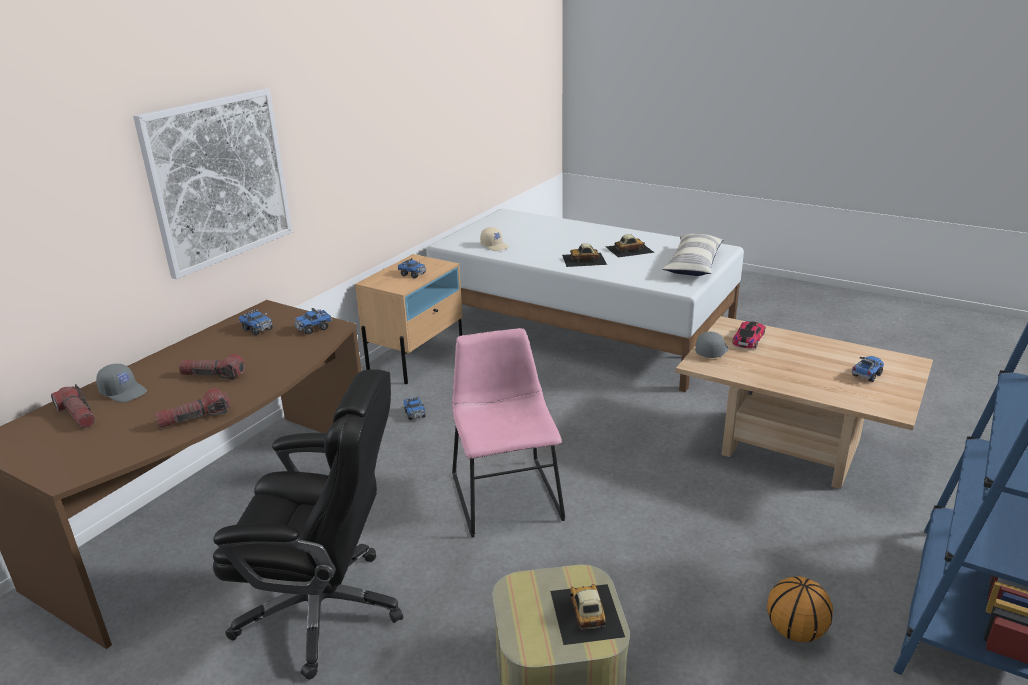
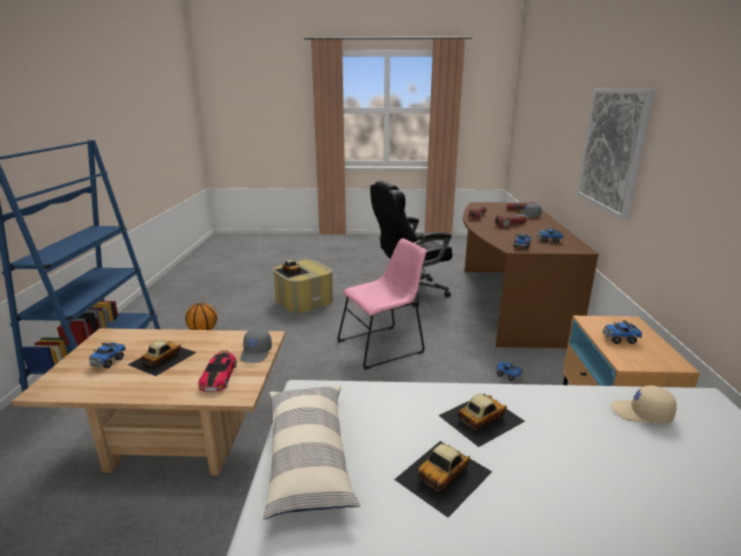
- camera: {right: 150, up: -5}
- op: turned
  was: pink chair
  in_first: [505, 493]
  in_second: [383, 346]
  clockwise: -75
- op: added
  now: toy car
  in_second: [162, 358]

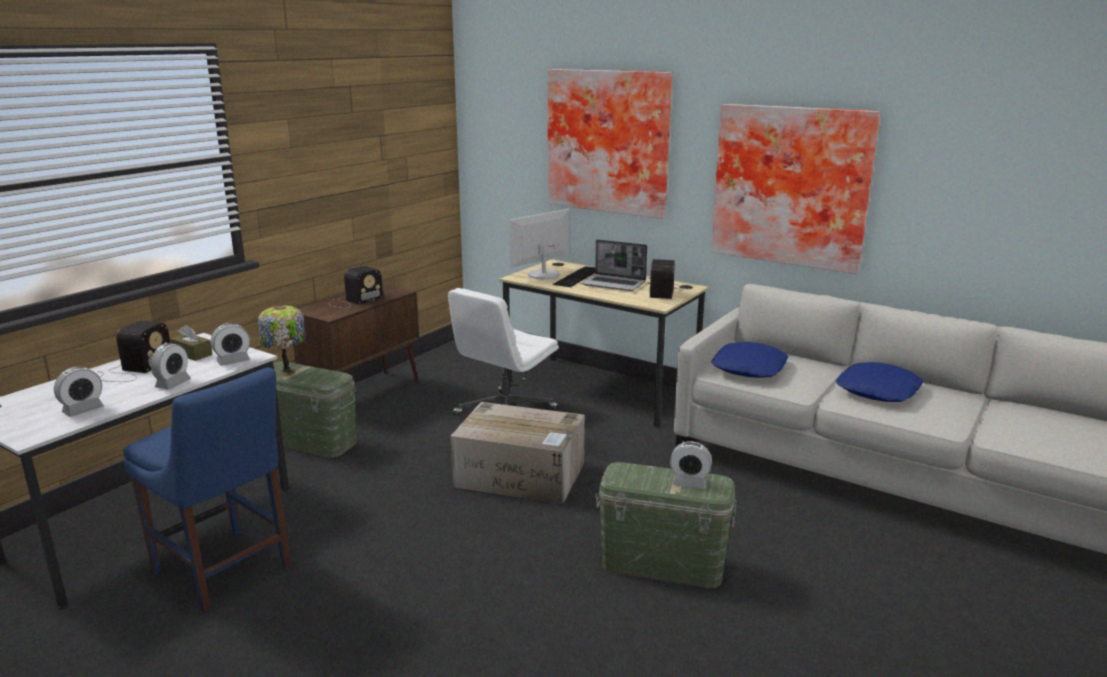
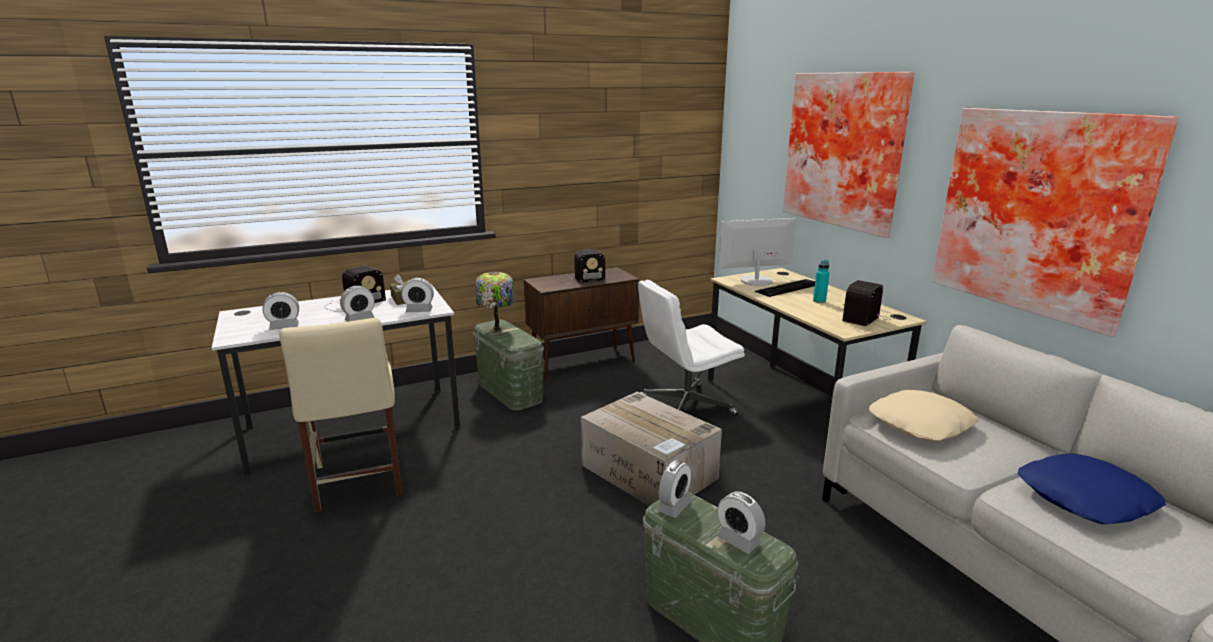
- camera: {right: 30, up: 0}
- op: recoloured
  was: blue chair
  now: beige chair
  in_first: [225, 572]
  in_second: [357, 483]
- op: replaced
  was: laptop
  now: turquoise bottle
  in_first: [614, 284]
  in_second: [819, 301]
- op: recoloured
  was: blue pillow
  now: beige pillow
  in_first: [750, 368]
  in_second: [921, 424]
- op: added
  now: alarm clock
  in_second: [674, 506]

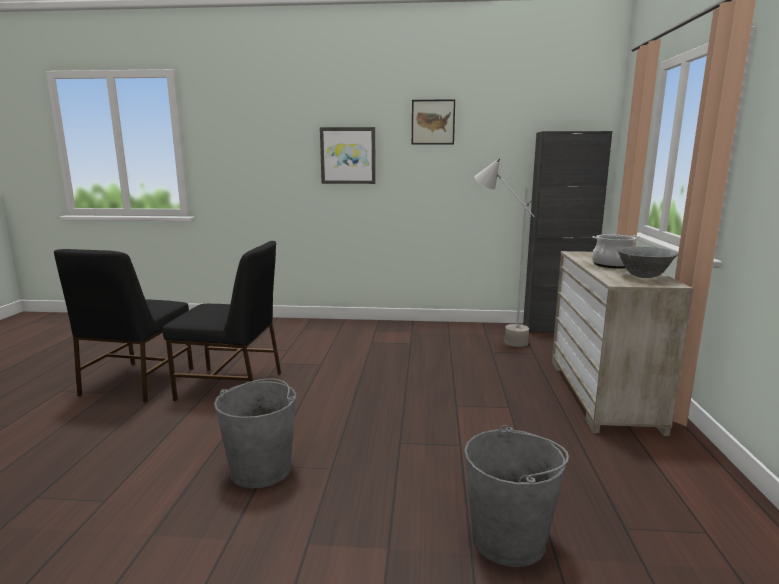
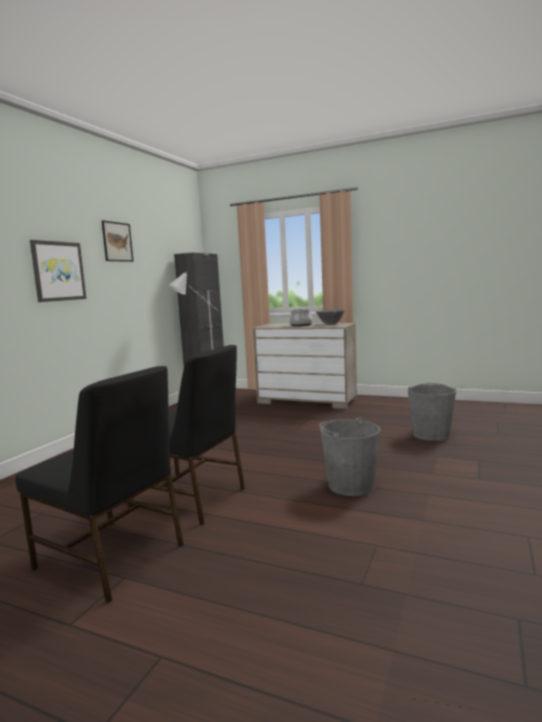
- camera: {right: -70, up: -5}
- op: turned
  was: black chair
  in_first: [232, 386]
  in_second: [189, 499]
  clockwise: 90

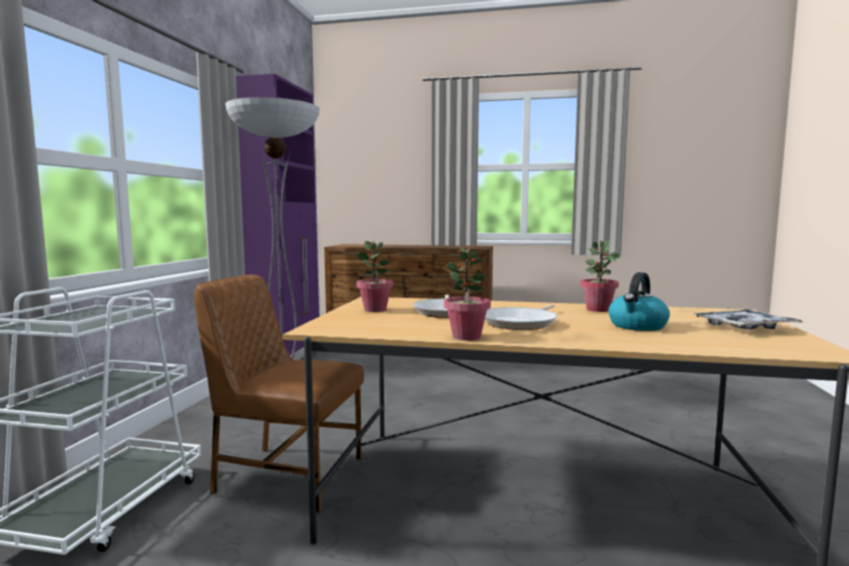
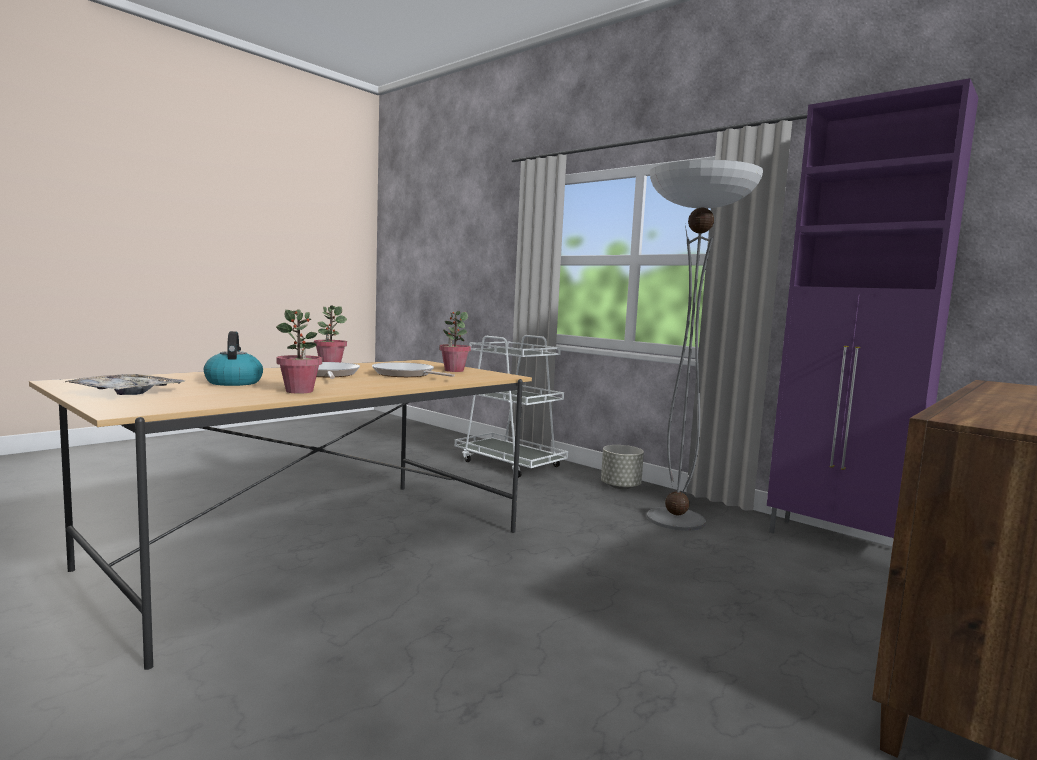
- camera: {right: 120, up: 0}
- op: removed
  was: brown chair
  in_first: [287, 475]
- op: added
  now: grey planter
  in_second: [620, 486]

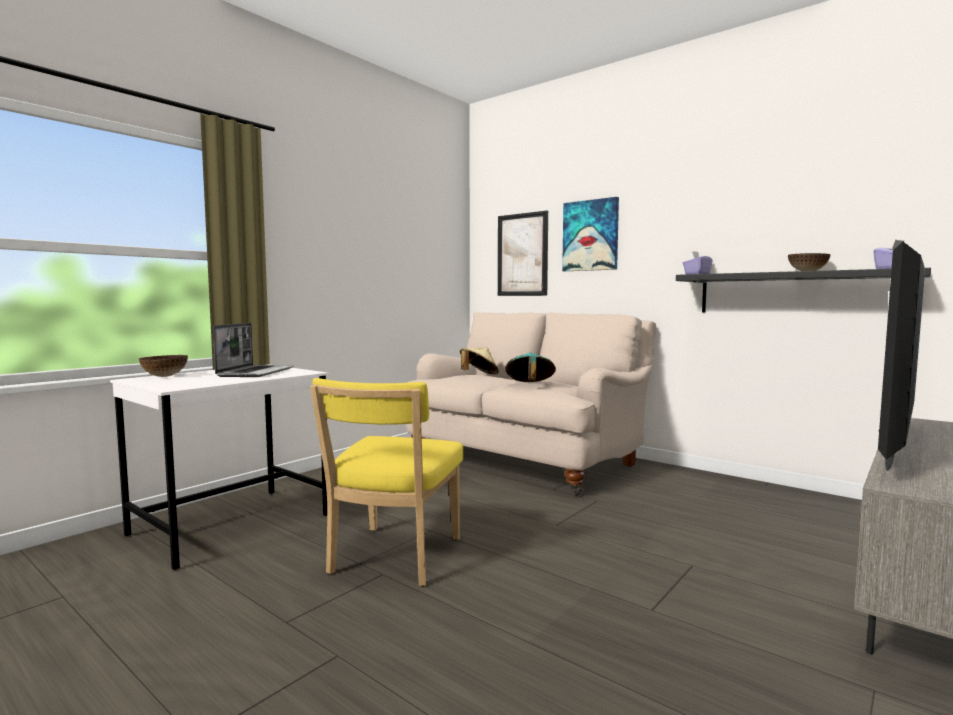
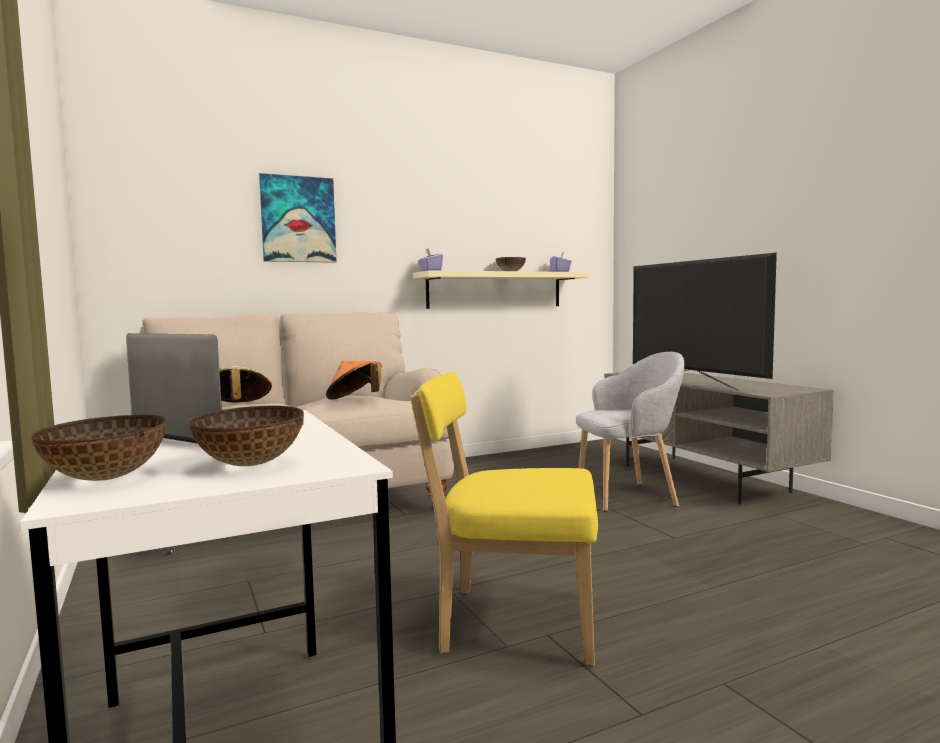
- camera: {right: -65, up: 0}
- op: turned
  was: yellow chair
  in_first: [392, 558]
  in_second: [510, 623]
  clockwise: 150
- op: removed
  was: picture
  in_first: [522, 255]
- op: recoloured
  was: turquoise hat
  now: orange hat
  in_first: [530, 384]
  in_second: [355, 400]
- op: recoloured
  was: black shelf
  now: beige shelf
  in_first: [795, 293]
  in_second: [495, 290]
- op: added
  now: bowl
  in_second: [248, 464]
- op: added
  now: grey armchair
  in_second: [629, 497]

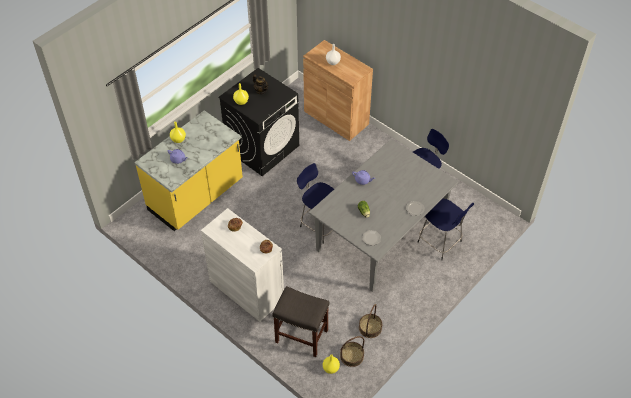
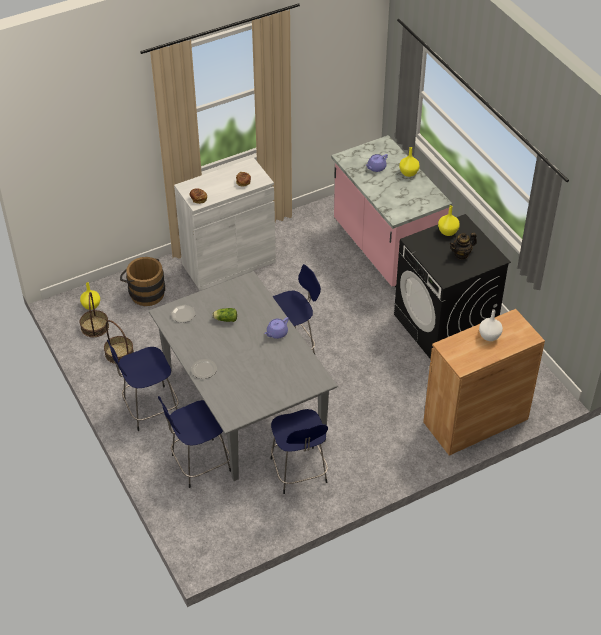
- camera: {right: 110, up: -5}
- op: recoloured
  was: yellow counter
  now: pink counter
  in_first: [196, 196]
  in_second: [385, 249]
- op: replaced
  was: grey stool
  now: brown bucket
  in_first: [301, 336]
  in_second: [144, 292]
- op: added
  now: blue stool
  in_second: [149, 409]

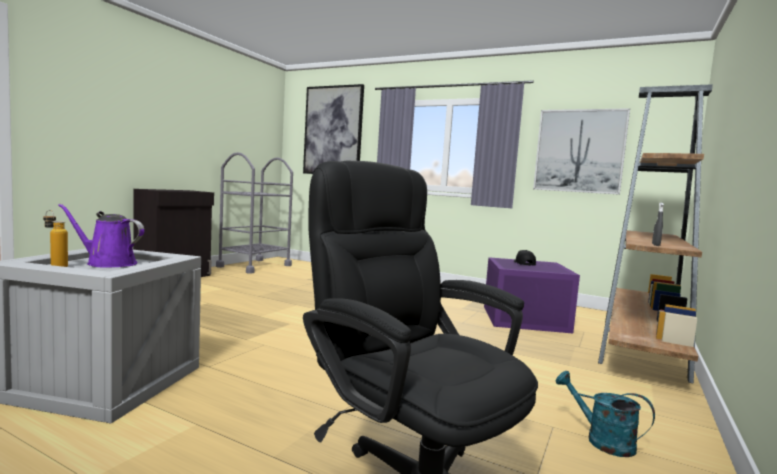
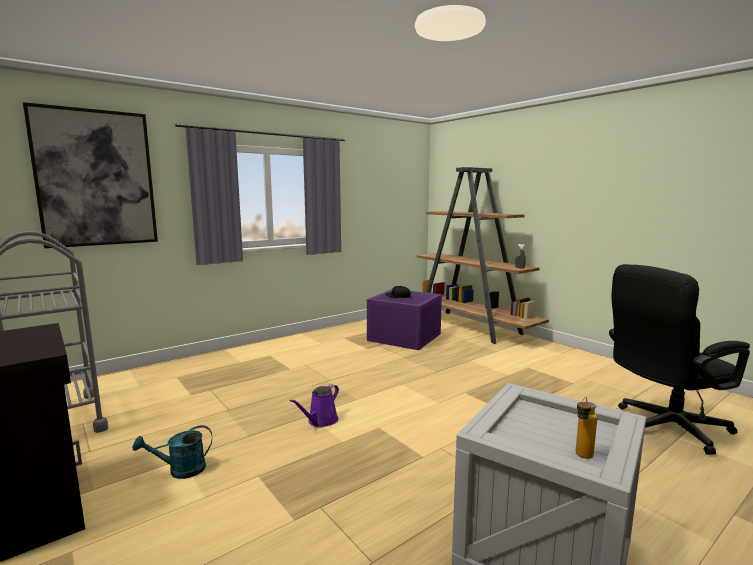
- camera: {right: -65, up: 5}
- op: moved
  was: purple watering can
  in_first: [107, 263]
  in_second: [320, 421]
- op: removed
  was: picture
  in_first: [579, 151]
- op: moved
  was: turquoise watering can
  in_first: [601, 440]
  in_second: [180, 470]

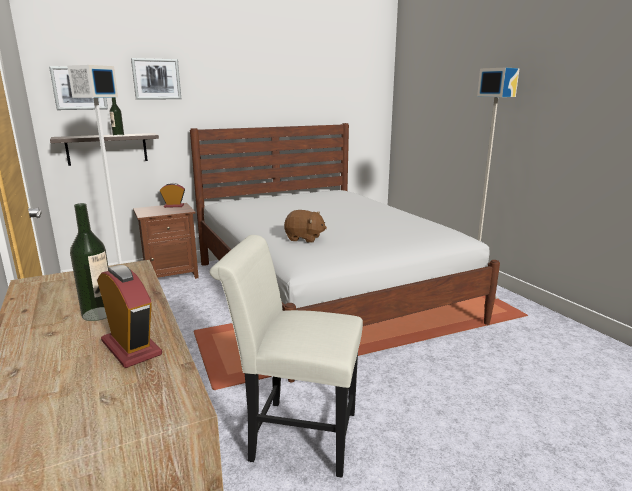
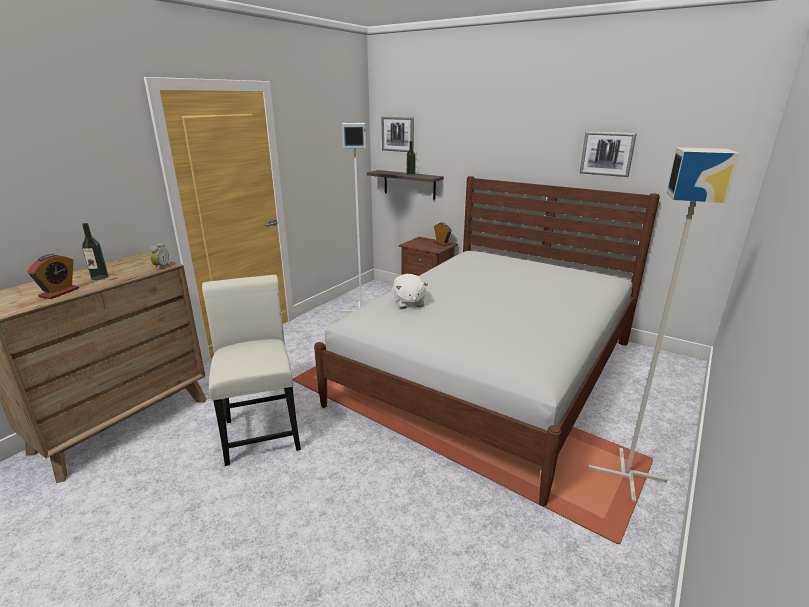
- camera: {right: 60, up: 5}
- op: moved
  was: picture
  in_first: [156, 79]
  in_second: [607, 153]
- op: recoloured
  was: brown plush toy
  now: white plush toy
  in_first: [304, 238]
  in_second: [408, 303]
- op: added
  now: alarm clock
  in_second: [161, 267]

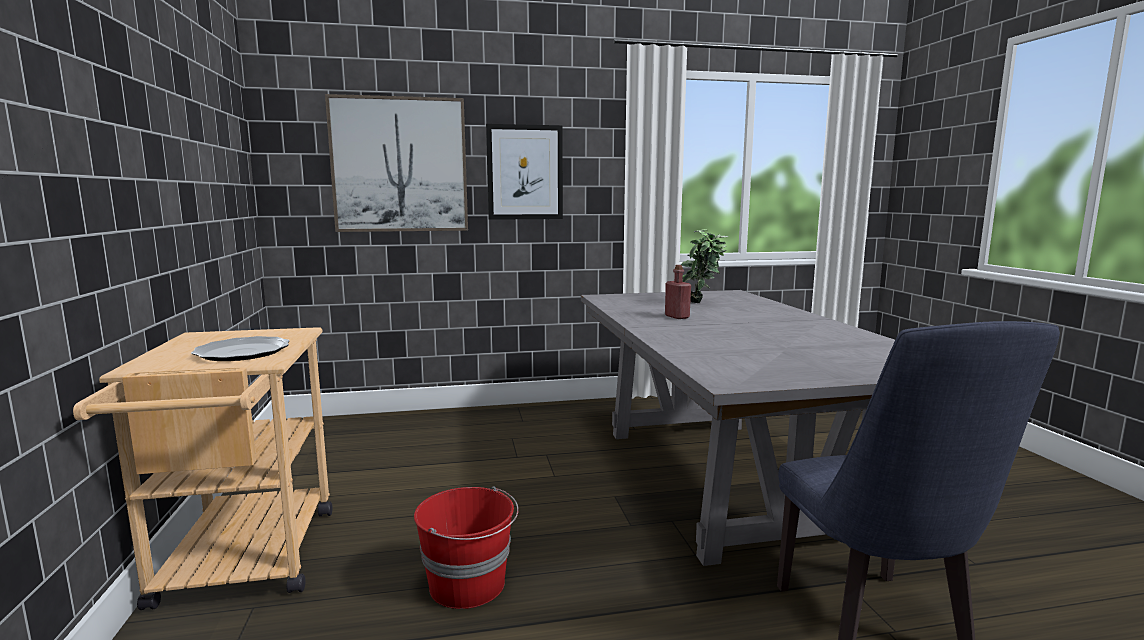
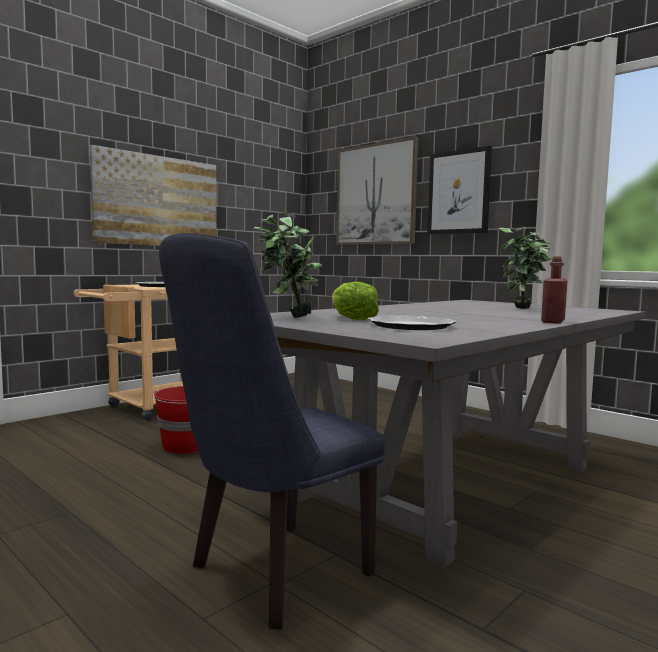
- camera: {right: 55, up: -5}
- op: moved
  was: red bottle
  in_first: [677, 317]
  in_second: [553, 322]
- op: added
  now: picture
  in_second: [158, 201]
- op: added
  now: potted plant
  in_second: [287, 317]
- op: added
  now: lettuce
  in_second: [352, 319]
- op: added
  now: plate
  in_second: [410, 326]

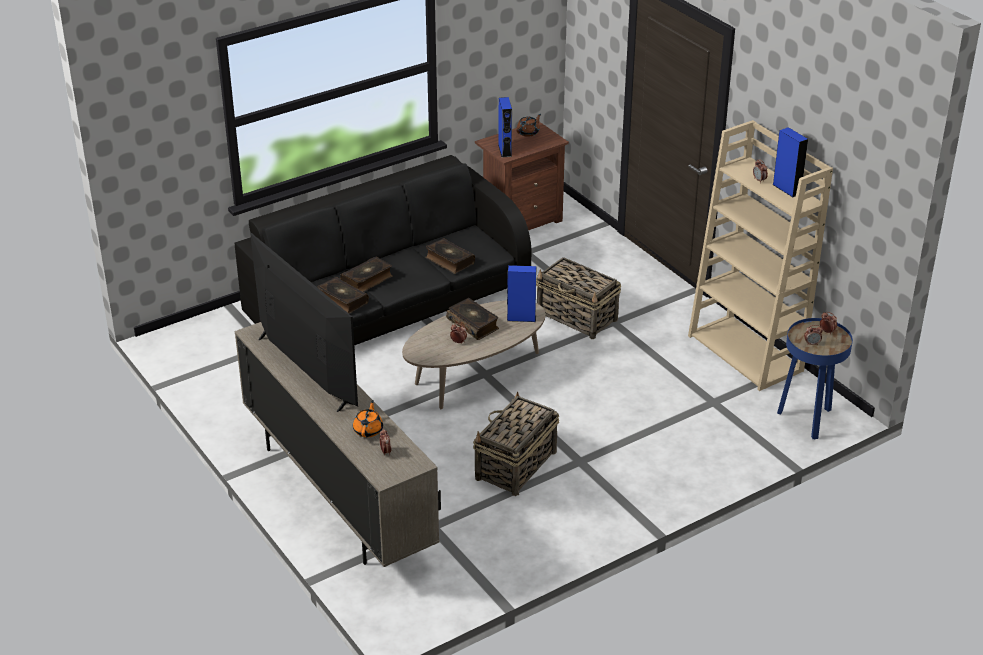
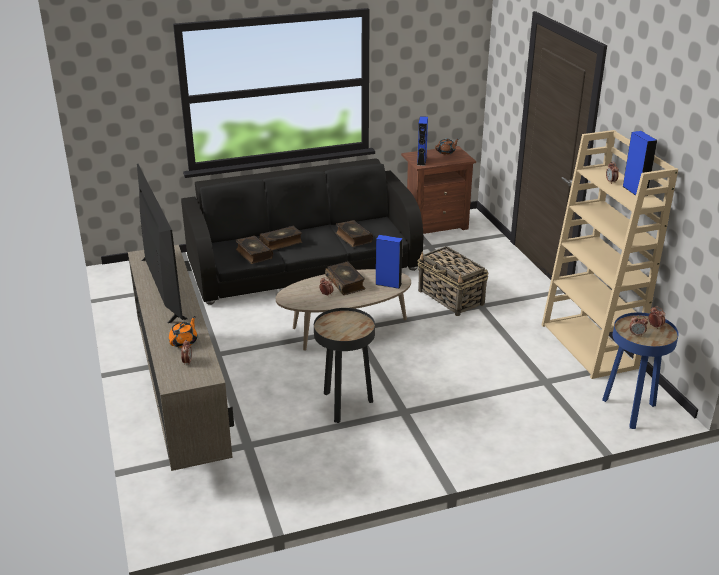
- camera: {right: 15, up: -5}
- op: replaced
  was: basket
  now: black side table
  in_first: [515, 466]
  in_second: [345, 406]

